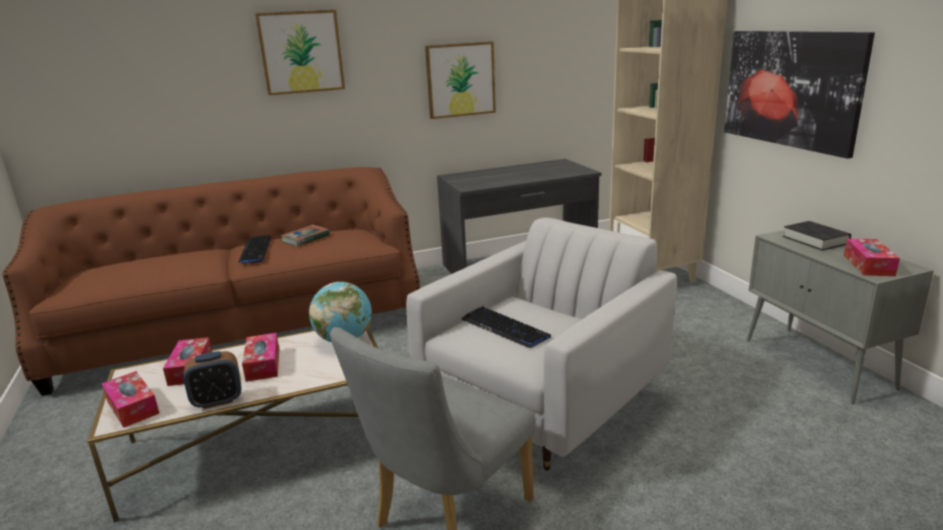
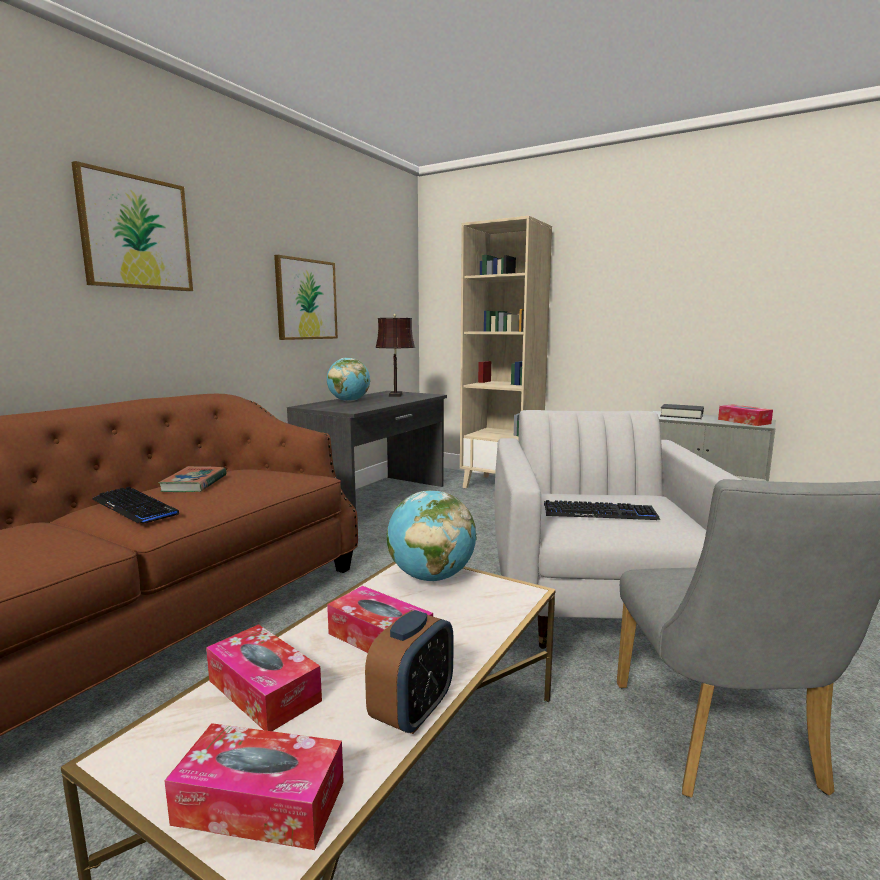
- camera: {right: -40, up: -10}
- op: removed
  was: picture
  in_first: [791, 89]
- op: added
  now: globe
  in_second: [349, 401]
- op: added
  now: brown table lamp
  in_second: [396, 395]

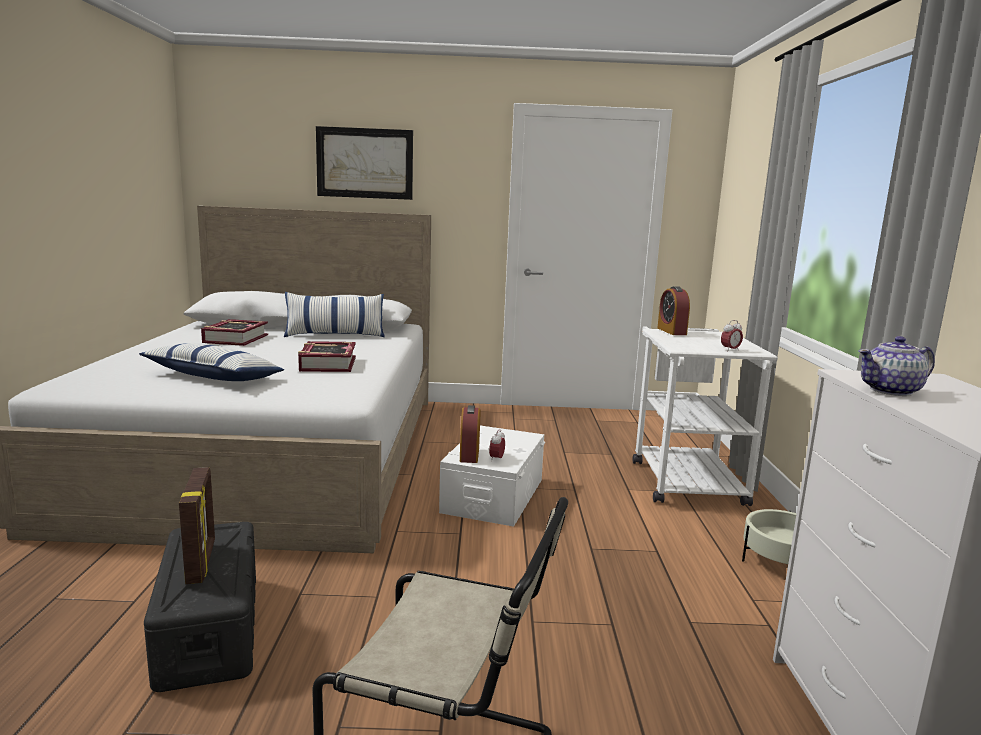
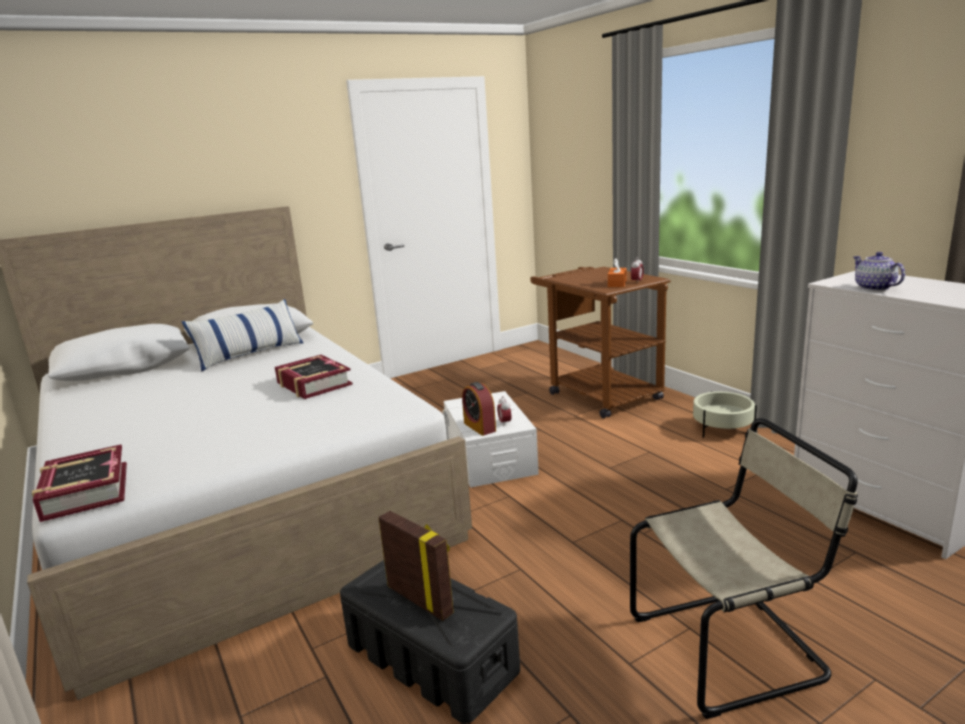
- camera: {right: -30, up: 5}
- op: removed
  was: pillow
  in_first: [213, 377]
- op: moved
  was: book
  in_first: [235, 339]
  in_second: [85, 491]
- op: removed
  was: picture
  in_first: [365, 163]
- op: recoloured
  was: white cart
  now: brown cart
  in_first: [683, 478]
  in_second: [598, 393]
- op: removed
  was: alarm clock
  in_first: [671, 331]
- op: turned
  was: teapot
  in_first: [891, 391]
  in_second: [874, 288]
  clockwise: 120
- op: added
  now: orange tissue box
  in_second: [617, 283]

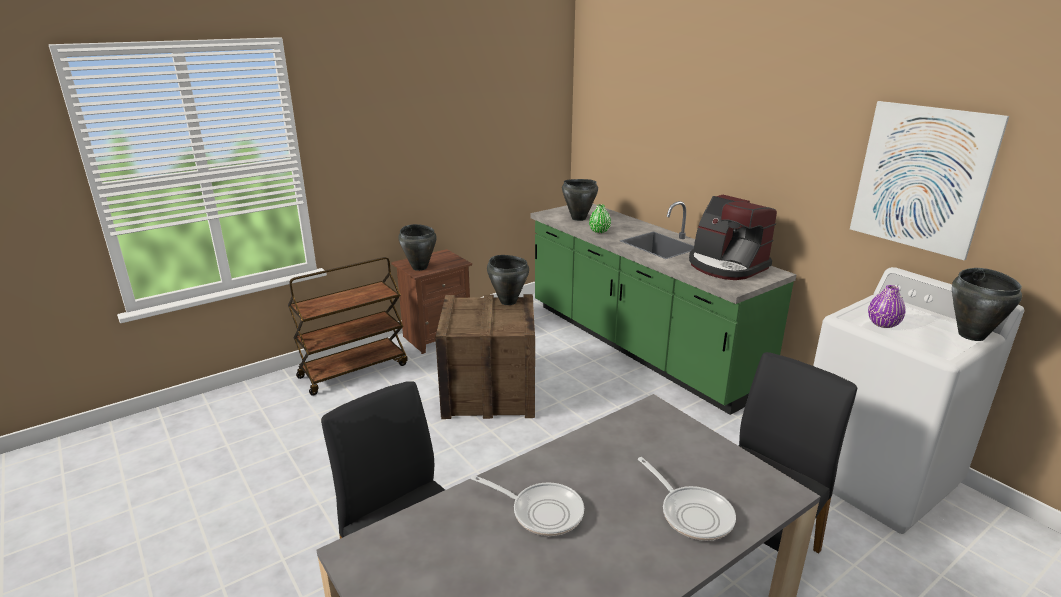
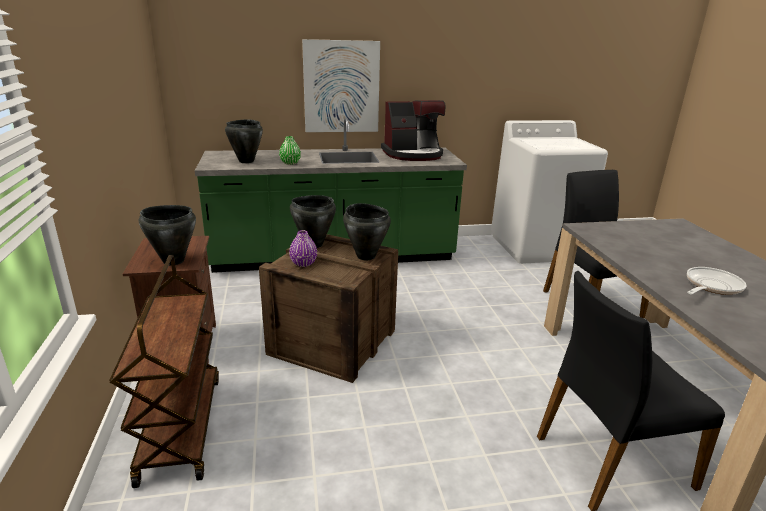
- camera: {right: -65, up: 0}
- op: removed
  was: frying pan
  in_first: [692, 513]
- op: moved
  was: picture
  in_first: [921, 178]
  in_second: [341, 87]
- op: moved
  was: purple vase
  in_first: [883, 324]
  in_second: [303, 263]
- op: moved
  was: black cooking pot
  in_first: [972, 335]
  in_second: [366, 256]

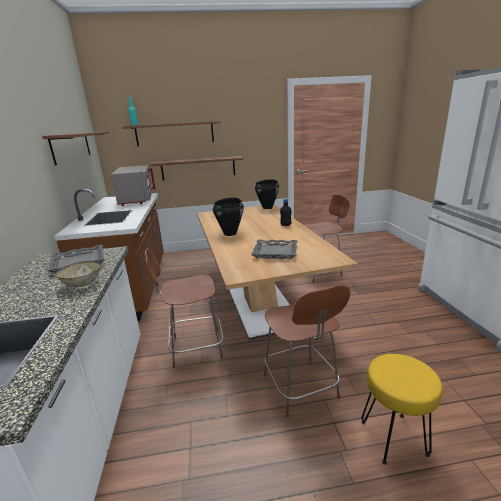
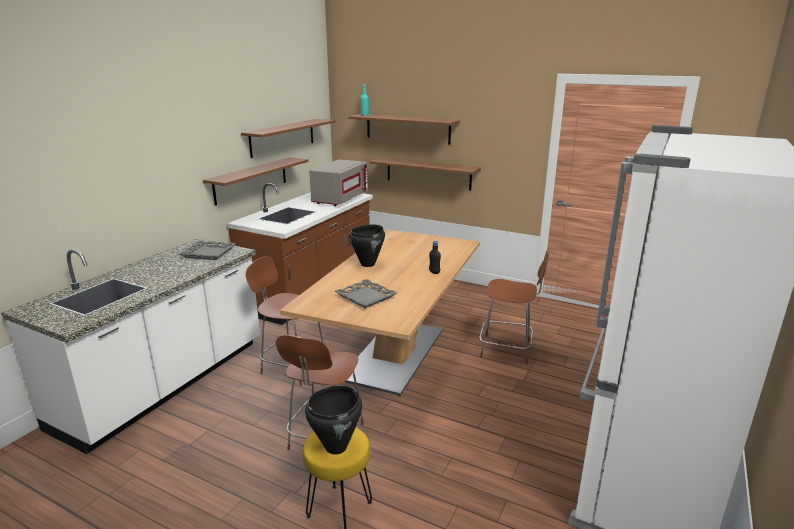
- camera: {right: 35, up: 0}
- op: removed
  was: bowl
  in_first: [83, 283]
- op: moved
  was: black cooking pot
  in_first: [267, 208]
  in_second: [336, 447]
- op: added
  now: brown shelf
  in_second: [251, 180]

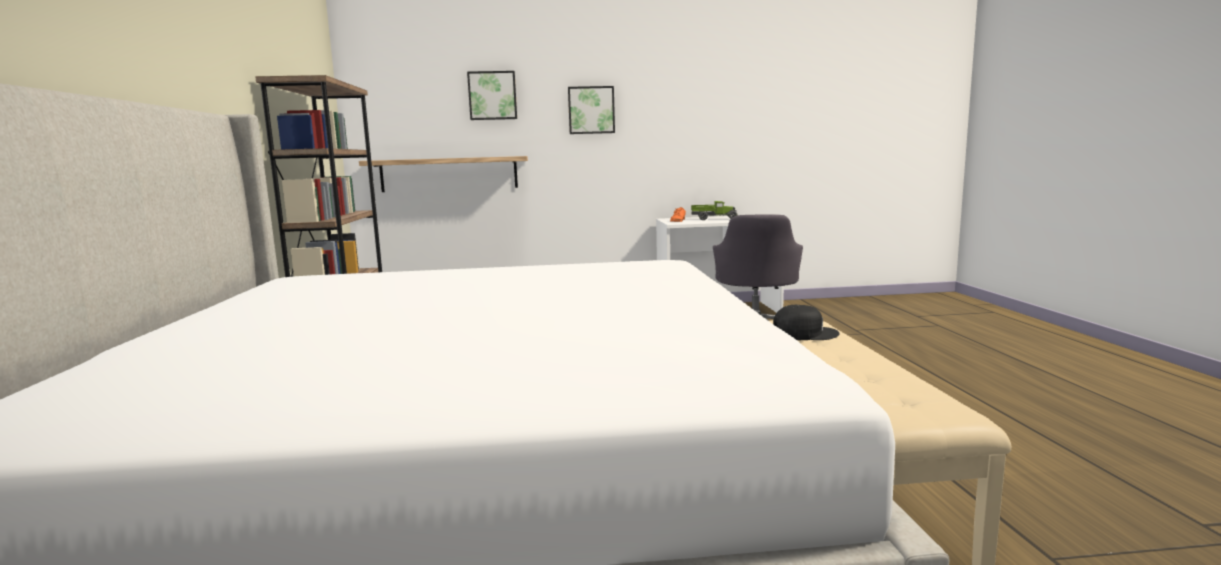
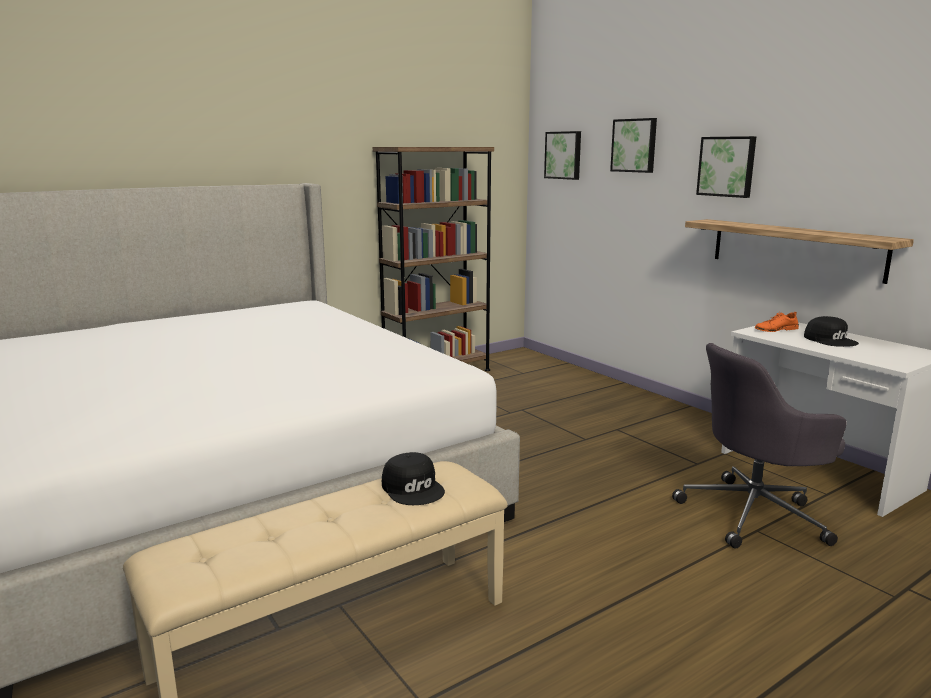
- camera: {right: 60, up: 5}
- op: moved
  was: shelf
  in_first: [449, 174]
  in_second: [795, 249]
- op: replaced
  was: toy truck
  now: black cap
  in_first: [713, 219]
  in_second: [830, 340]
- op: added
  now: picture
  in_second: [564, 155]

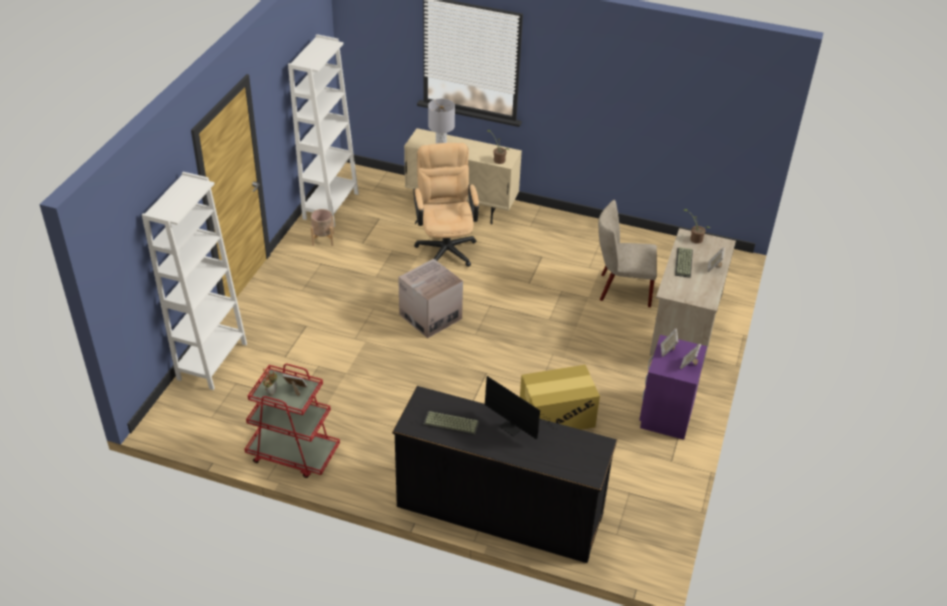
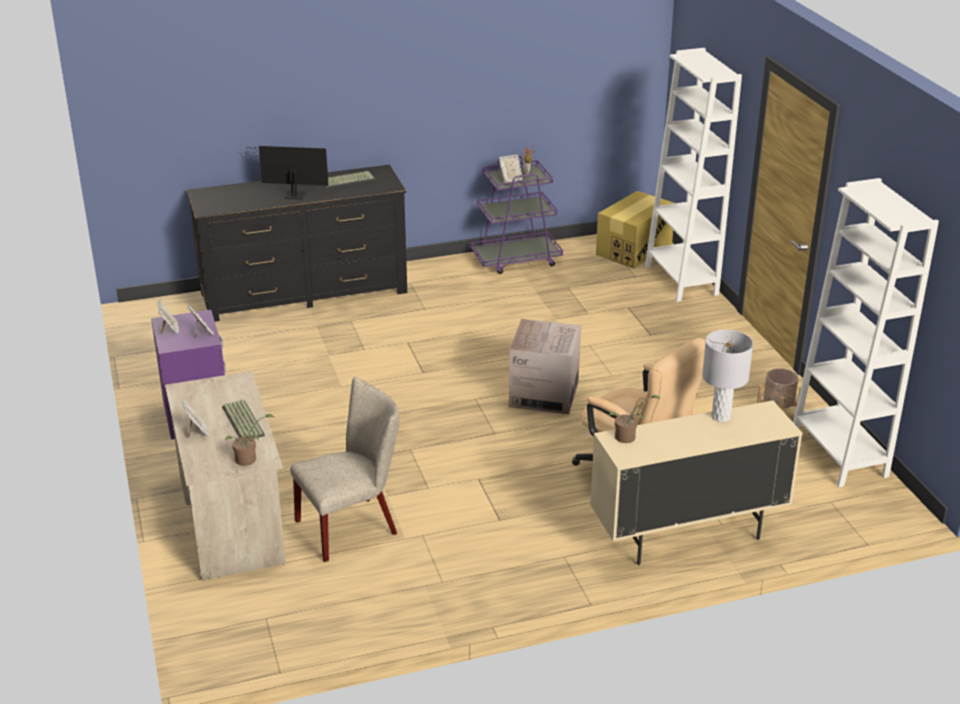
- camera: {right: 145, up: -10}
- op: recoloured
  was: red cart
  now: purple cart
  in_first: [293, 453]
  in_second: [516, 260]
- op: moved
  was: cardboard box
  in_first: [557, 416]
  in_second: [634, 249]

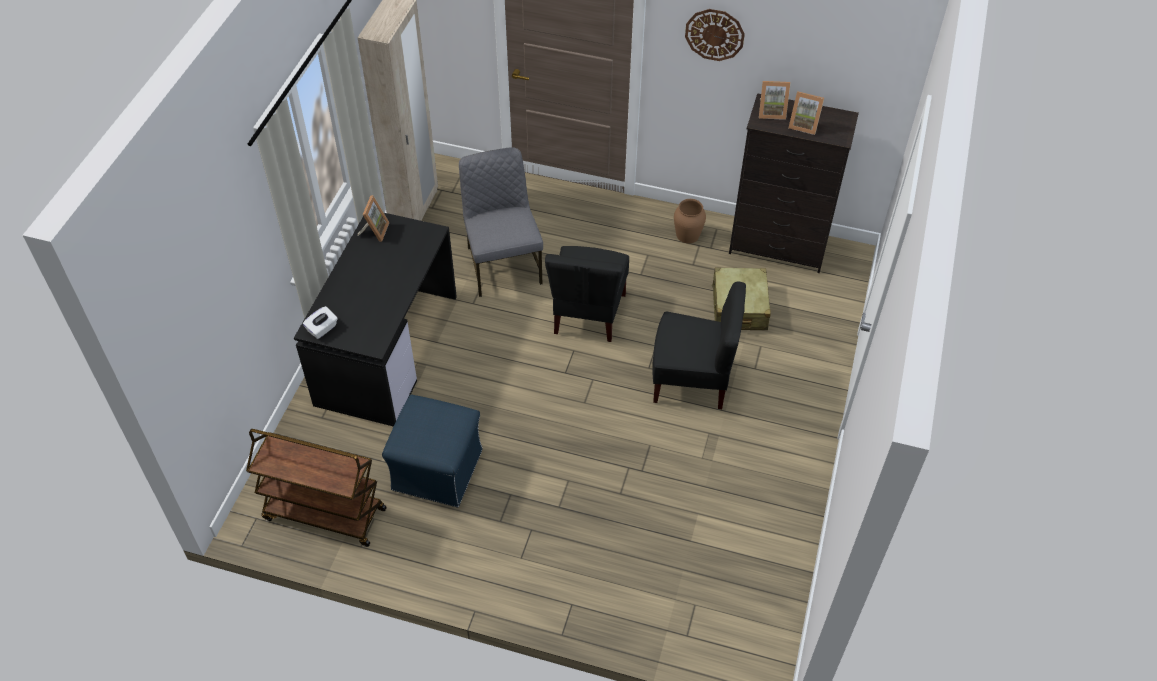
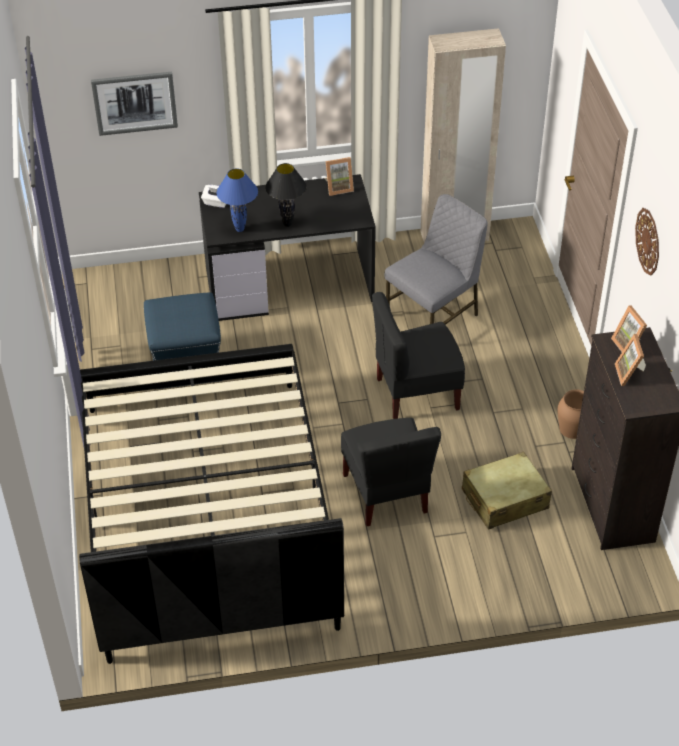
- camera: {right: 65, up: -5}
- op: removed
  was: brown cart
  in_first: [323, 514]
- op: added
  now: black bed
  in_second: [205, 513]
- op: added
  now: picture
  in_second: [135, 102]
- op: added
  now: blue table lamp
  in_second: [240, 229]
- op: added
  now: black table lamp
  in_second: [287, 224]

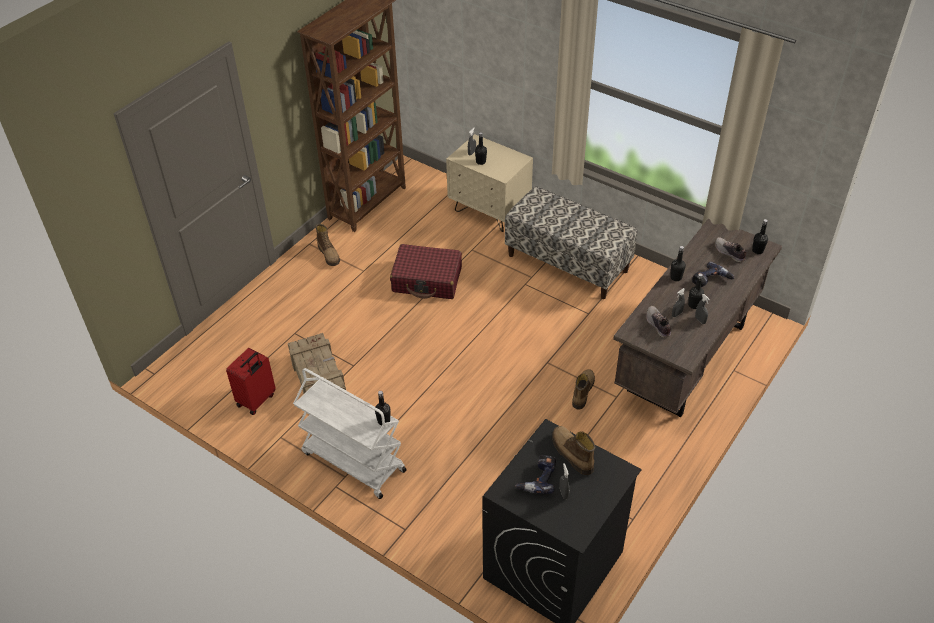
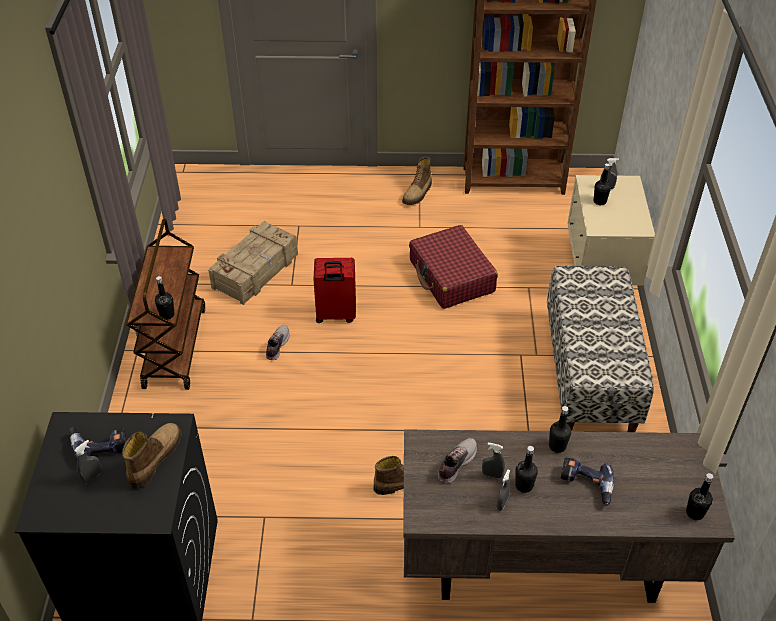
- camera: {right: 55, up: 0}
- op: moved
  was: red suitcase
  in_first: [257, 400]
  in_second: [335, 315]
- op: recoloured
  was: white cart
  now: brown cart
  in_first: [353, 462]
  in_second: [174, 346]
- op: moved
  was: shoe
  in_first: [729, 253]
  in_second: [276, 346]

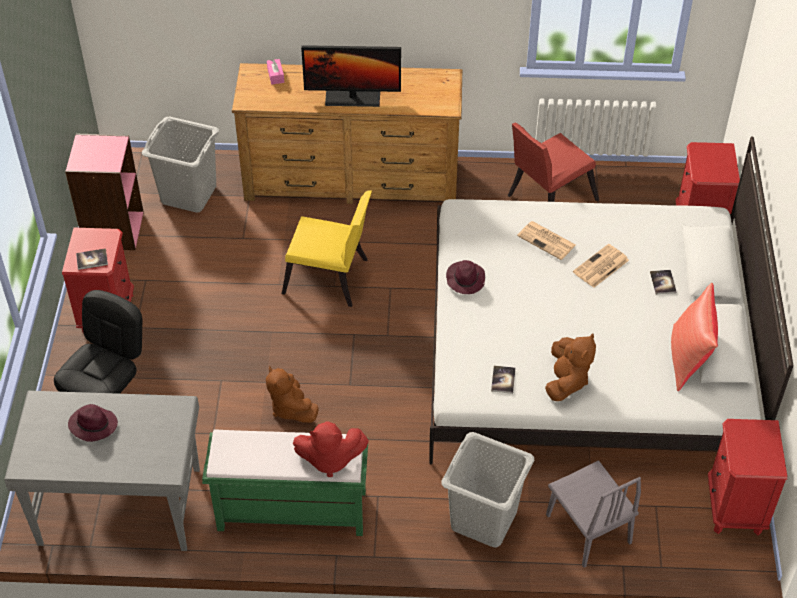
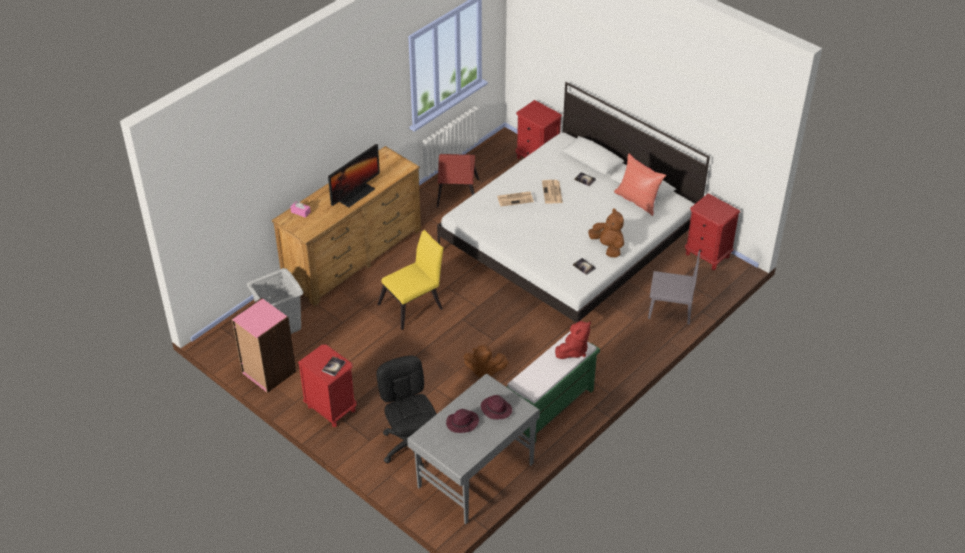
- camera: {right: -50, up: -5}
- op: removed
  was: grey laundry basket
  in_first: [484, 520]
- op: moved
  was: purple hat
  in_first: [465, 279]
  in_second: [496, 409]

